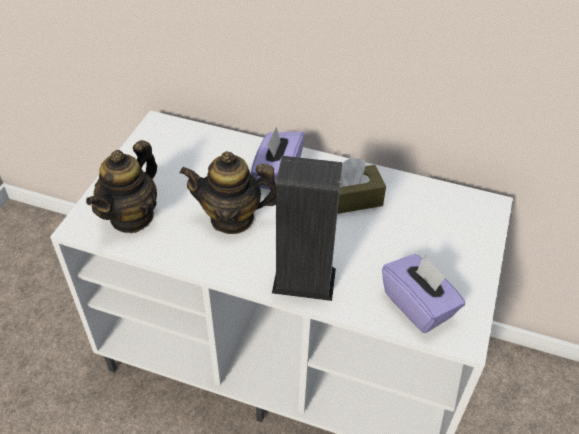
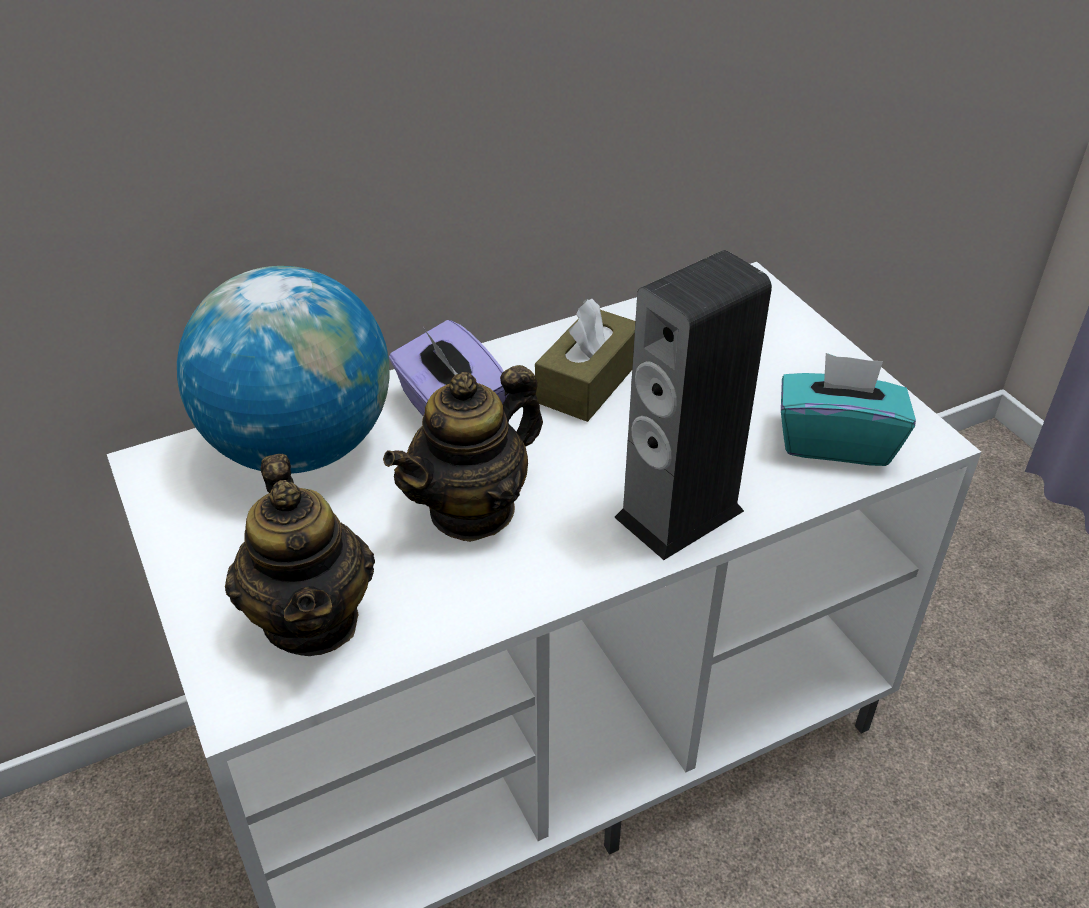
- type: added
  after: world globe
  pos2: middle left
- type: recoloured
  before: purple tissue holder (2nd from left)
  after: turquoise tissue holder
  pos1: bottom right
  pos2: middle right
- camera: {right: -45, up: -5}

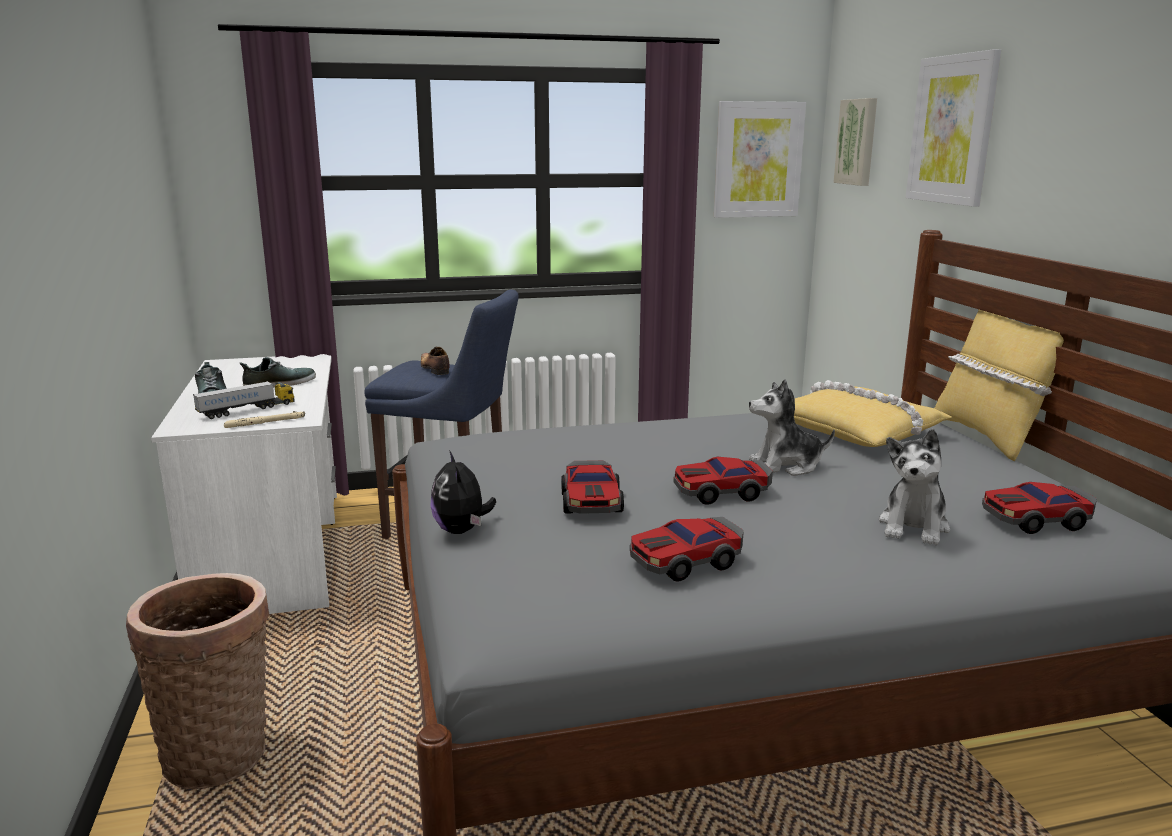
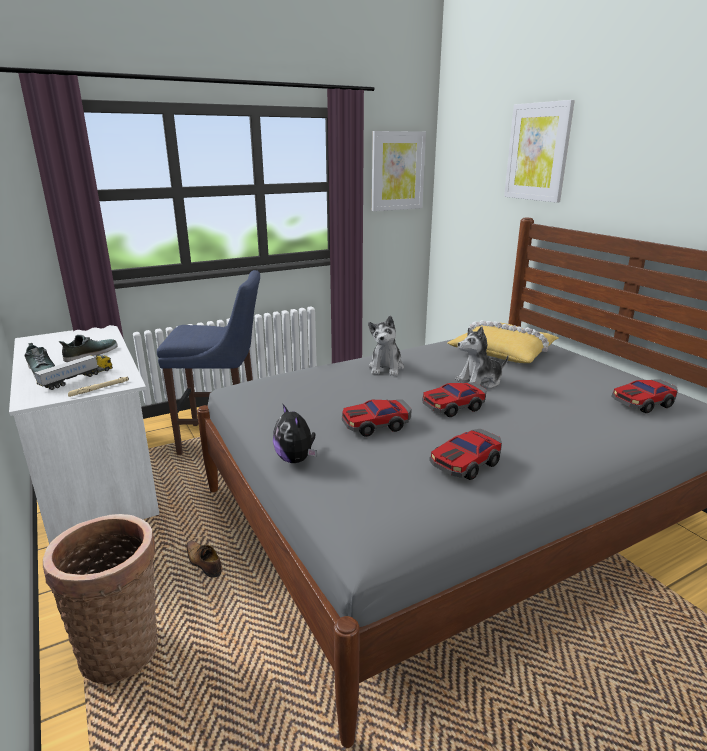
- type: moved
  before: low shoe (3rd from left)
  pos1: centre
  pos2: bottom left
- type: turned
  before: miniature car (1st from left)
  pos1: centre
  pos2: centre
  turn: 90
- type: moved
  before: plush toy (3rd from left in the first image)
  after: plush toy (2nd from left)
  pos1: middle right
  pos2: centre
- type: removed
  before: wall picture (2nd from left)
  pos1: top right
- type: removed
  before: yellow cushion (2nd from left)
  pos1: middle right
- camera: {right: -15, up: 5}

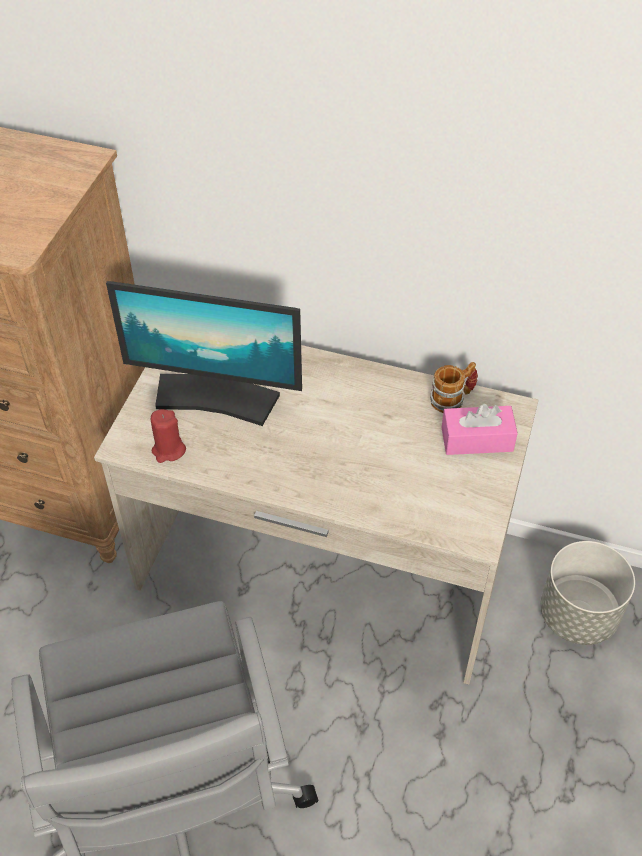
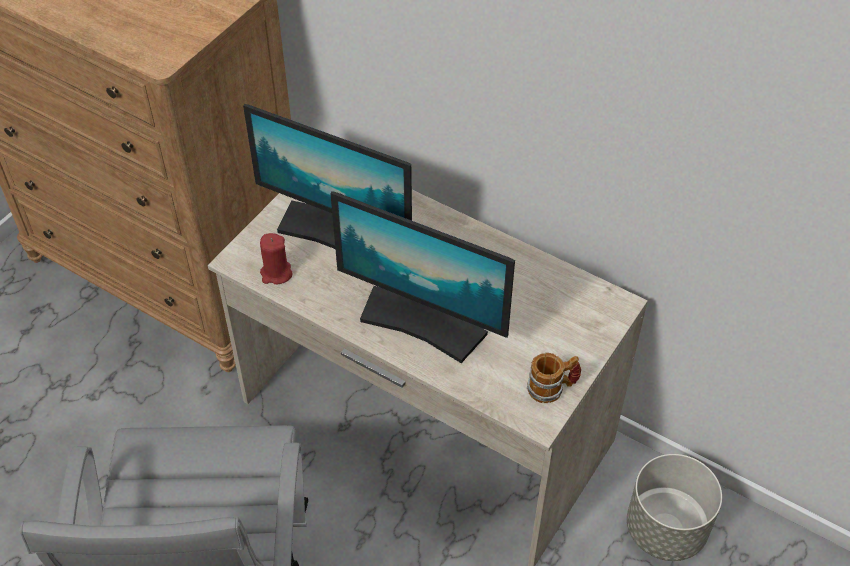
- type: added
  after: computer screen (2nd from left)
  pos2: centre
- type: moved
  before: tea mug
  pos1: middle right
  pos2: bottom centre
- type: removed
  before: pink tissue holder
  pos1: middle right
- camera: {right: 15, up: 0}

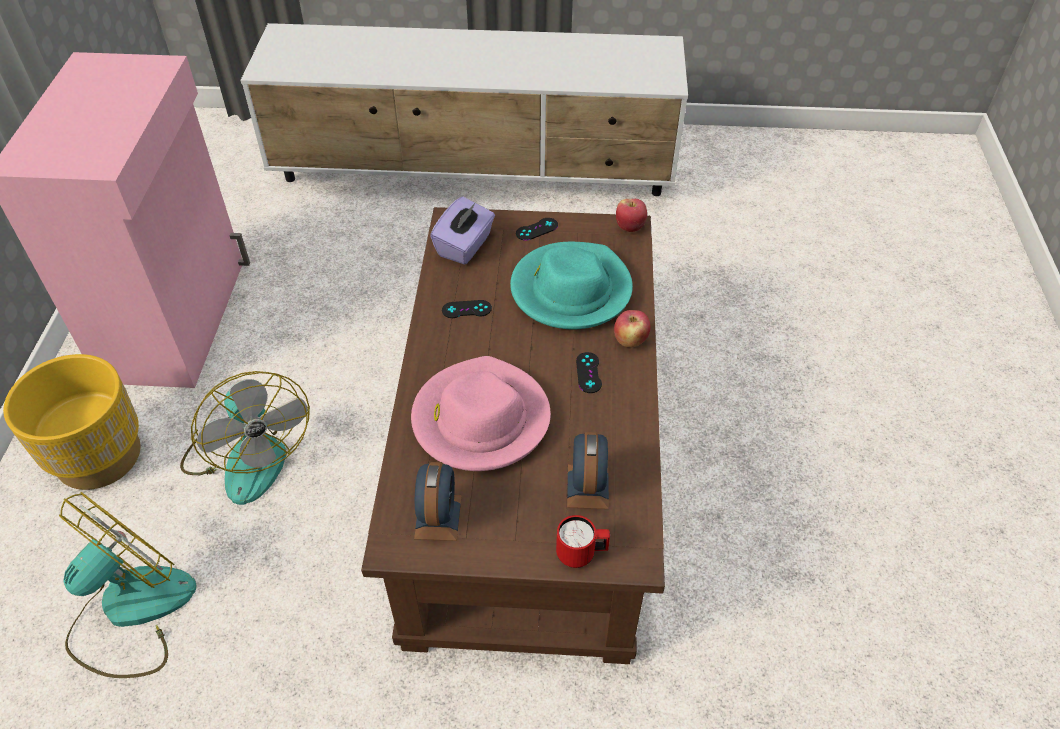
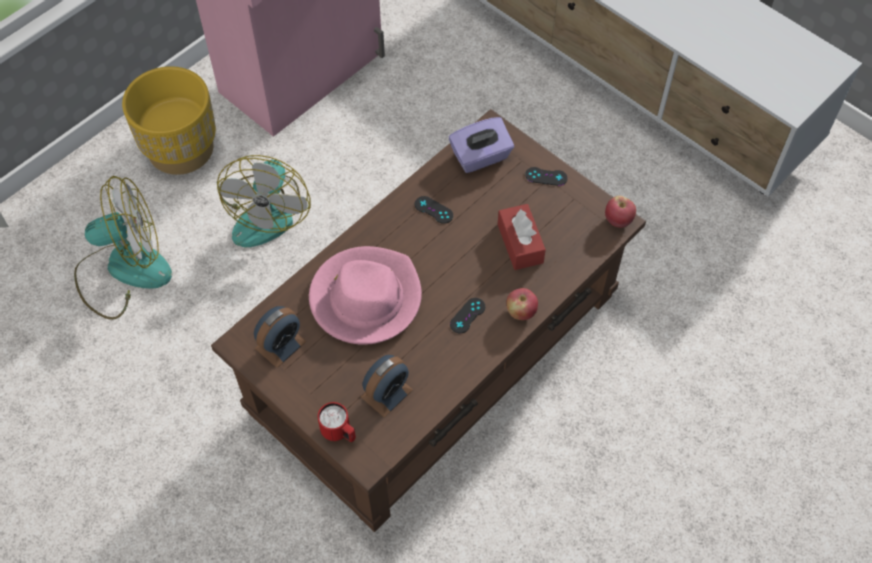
- type: replaced
  before: turquoise wearable hat
  after: reddish tissue holder
  pos1: centre
  pos2: centre
- camera: {right: 40, up: 10}

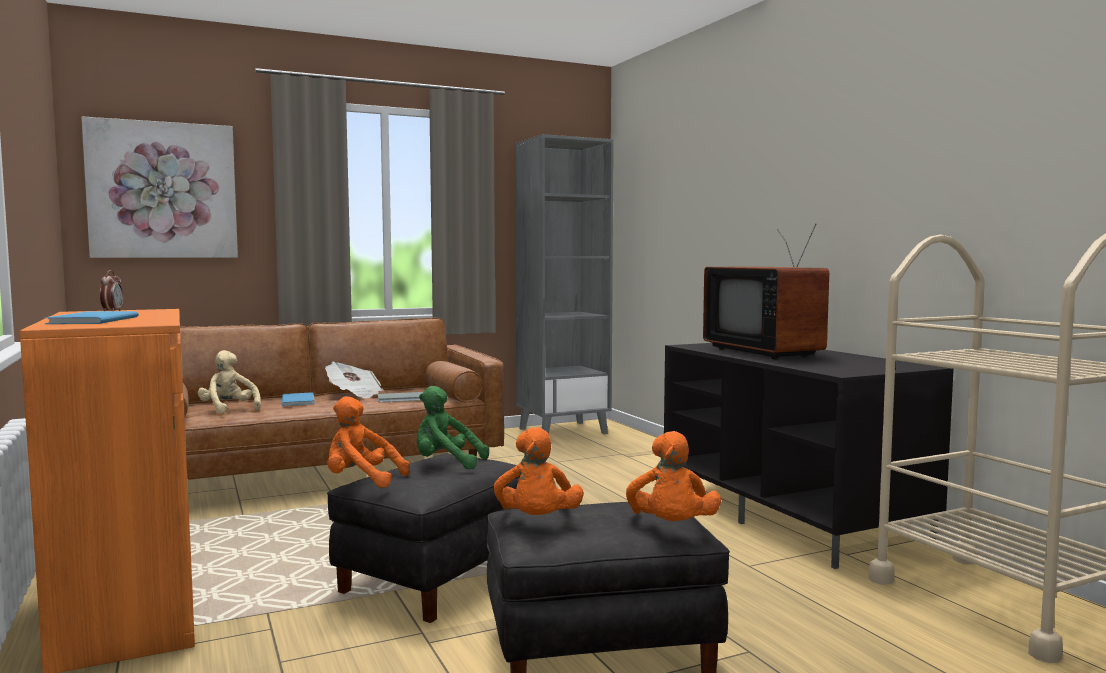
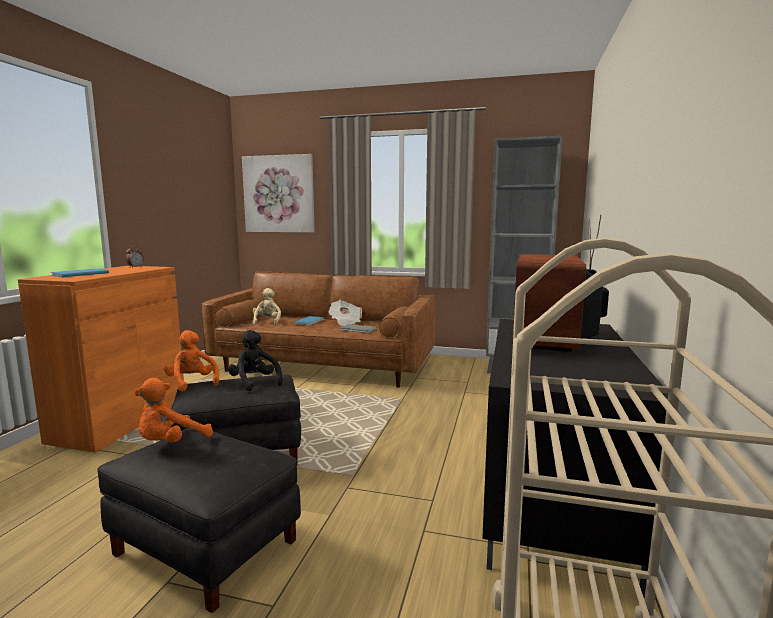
- type: recoloured
  before: greenish plush toy
  after: black-coloured plush toy
  pos1: centre
  pos2: middle left
- type: removed
  before: orange plush toy (3rd from left)
  pos1: bottom centre
- camera: {right: 40, up: 5}

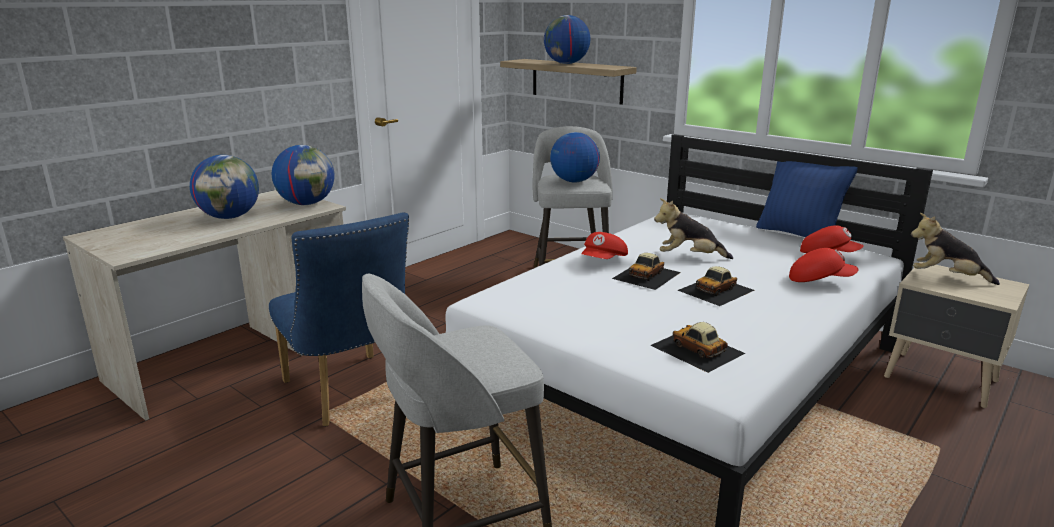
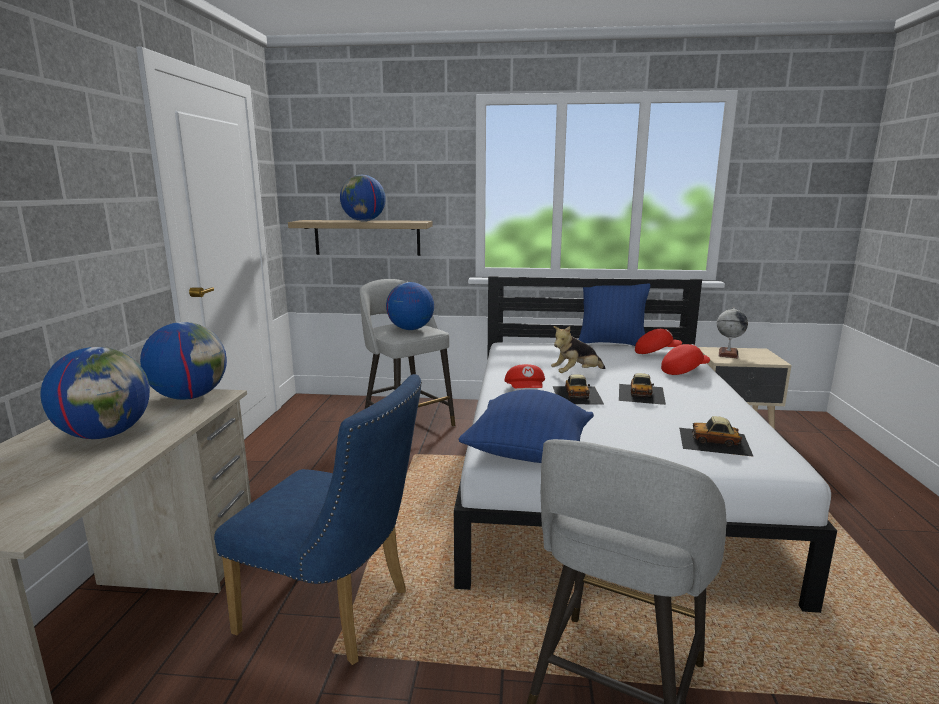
- type: added
  after: bluish cushion (1st from left)
  pos2: centre
- type: replaced
  before: plush toy (2nd from left)
  after: world globe (5th from left)
  pos1: middle right
  pos2: middle right
- camera: {right: -35, up: -5}

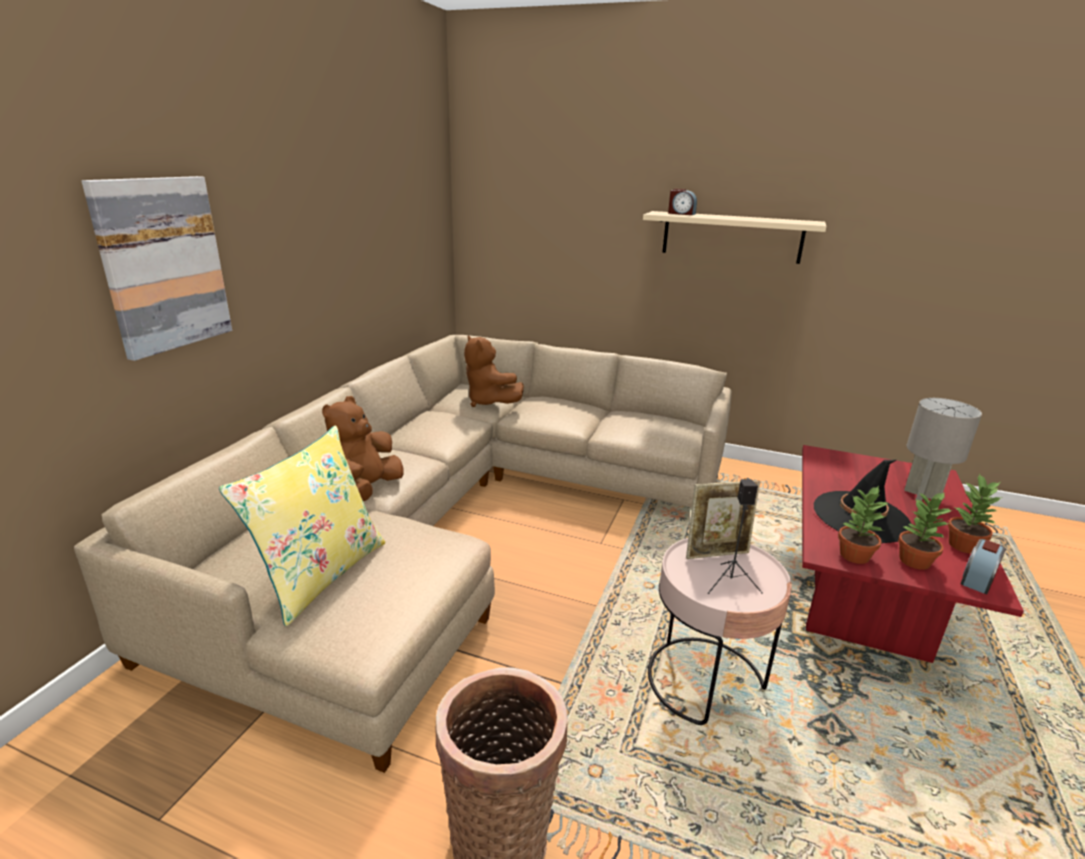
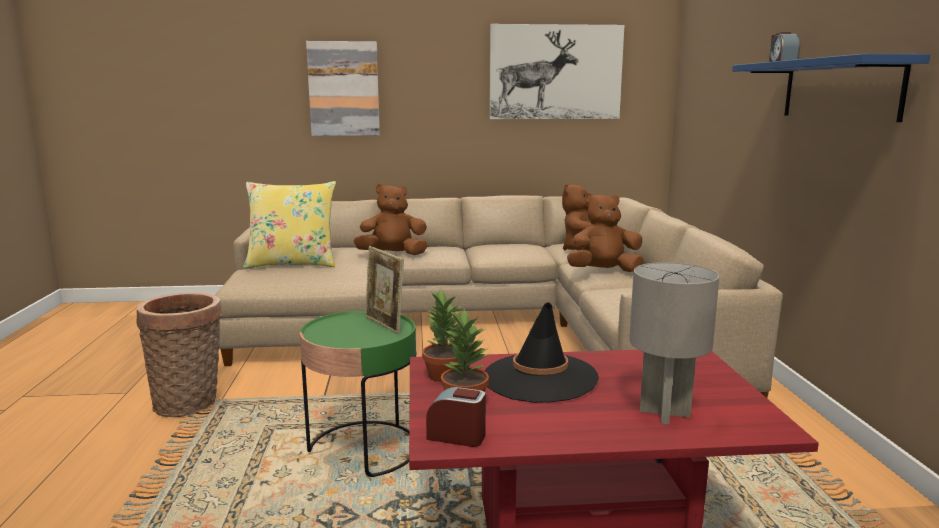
- type: recoloured
  before: pink side table
  after: greenish side table
  pos1: bottom centre
  pos2: bottom centre
- type: added
  after: wall picture (2nd from left)
  pos2: top centre
- type: added
  after: brown plush toy (3rd from left)
  pos2: centre
- type: recoloured
  before: beige-coloured wall shelf
  after: bluish wall shelf
  pos1: top right
  pos2: top right
- type: removed
  before: black-coloured audio speaker
  pos1: middle right
- type: removed
  before: potted plant (3rd from left)
  pos1: middle right
- camera: {right: 65, up: -10}

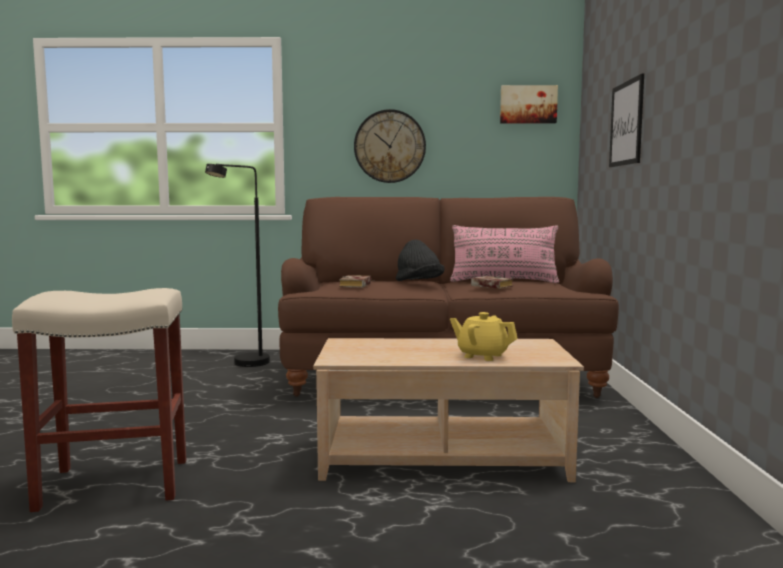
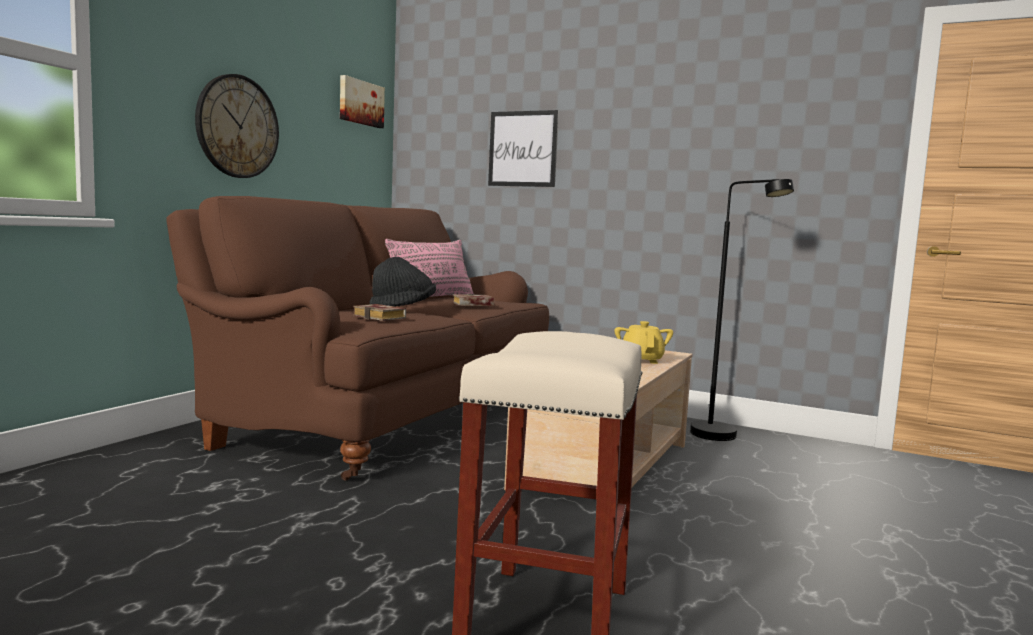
- type: turned
  before: yellow tea pot
  pos1: centre
  pos2: centre
  turn: 120
- type: moved
  before: black-coloured standing lamp
  pos1: middle left
  pos2: middle right
- camera: {right: -65, up: 0}

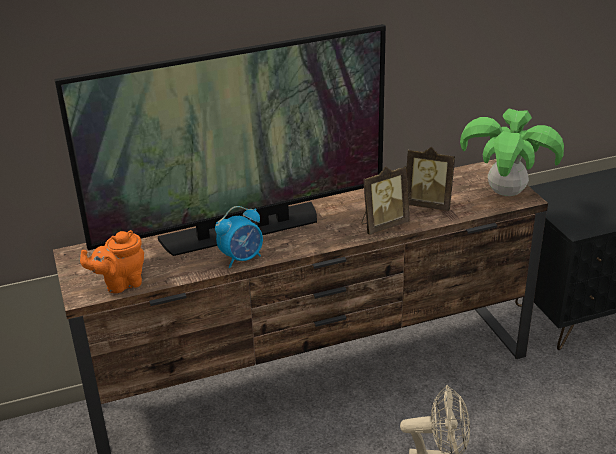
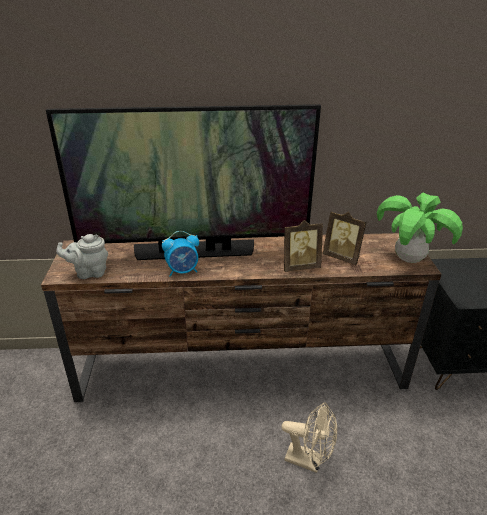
- type: recoloured
  before: orange tea pot
  after: grey tea pot
  pos1: middle left
  pos2: middle left
- camera: {right: 15, up: 0}

